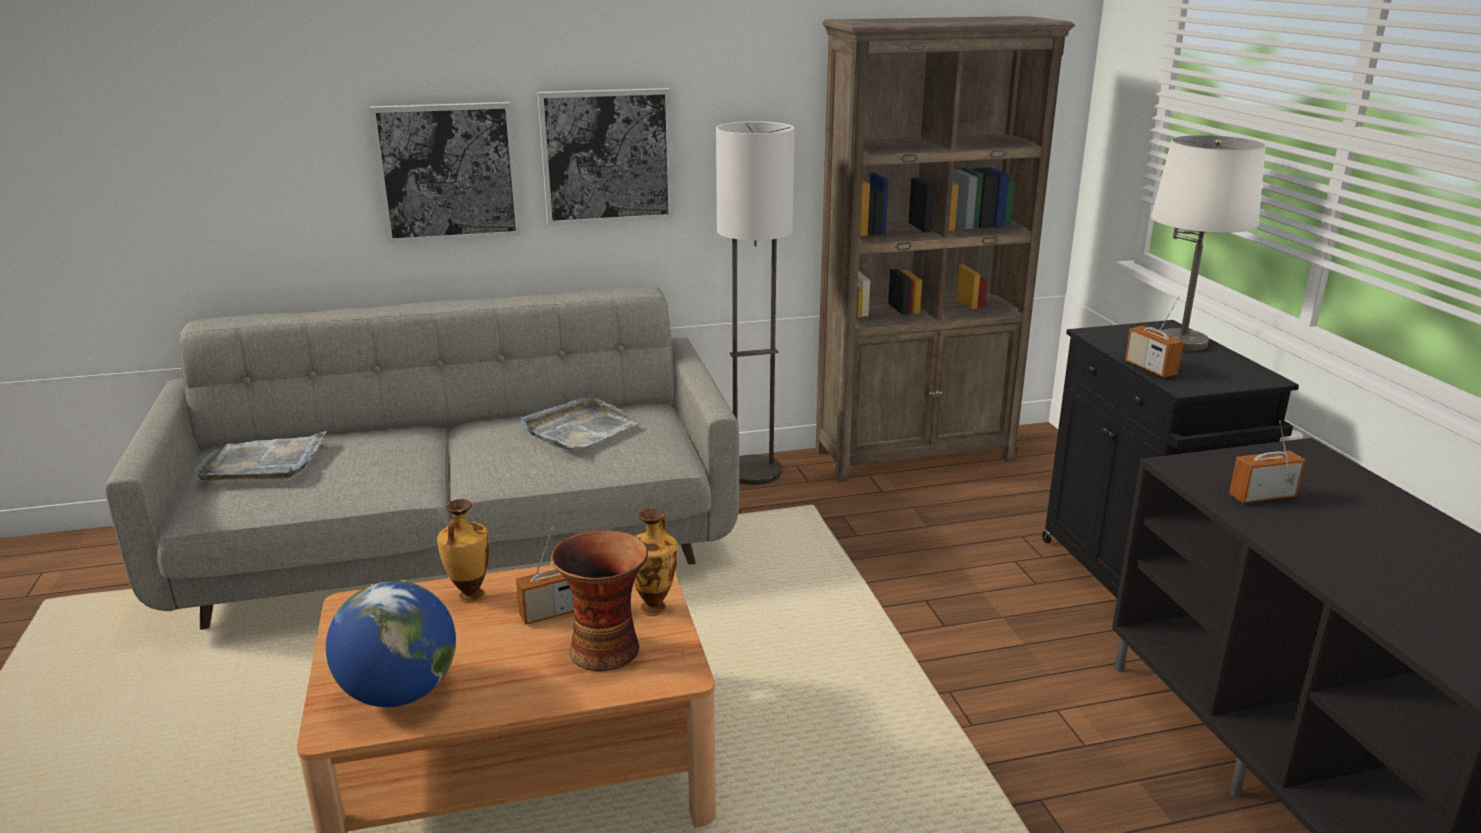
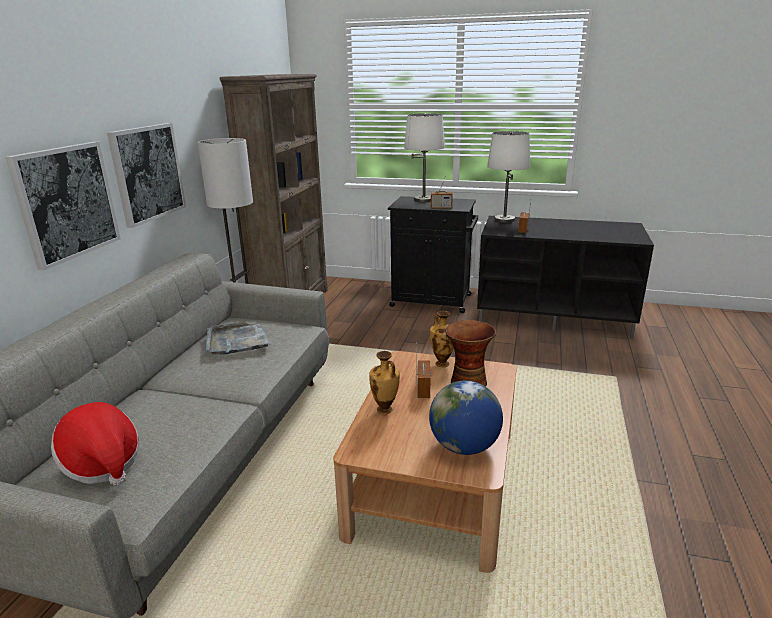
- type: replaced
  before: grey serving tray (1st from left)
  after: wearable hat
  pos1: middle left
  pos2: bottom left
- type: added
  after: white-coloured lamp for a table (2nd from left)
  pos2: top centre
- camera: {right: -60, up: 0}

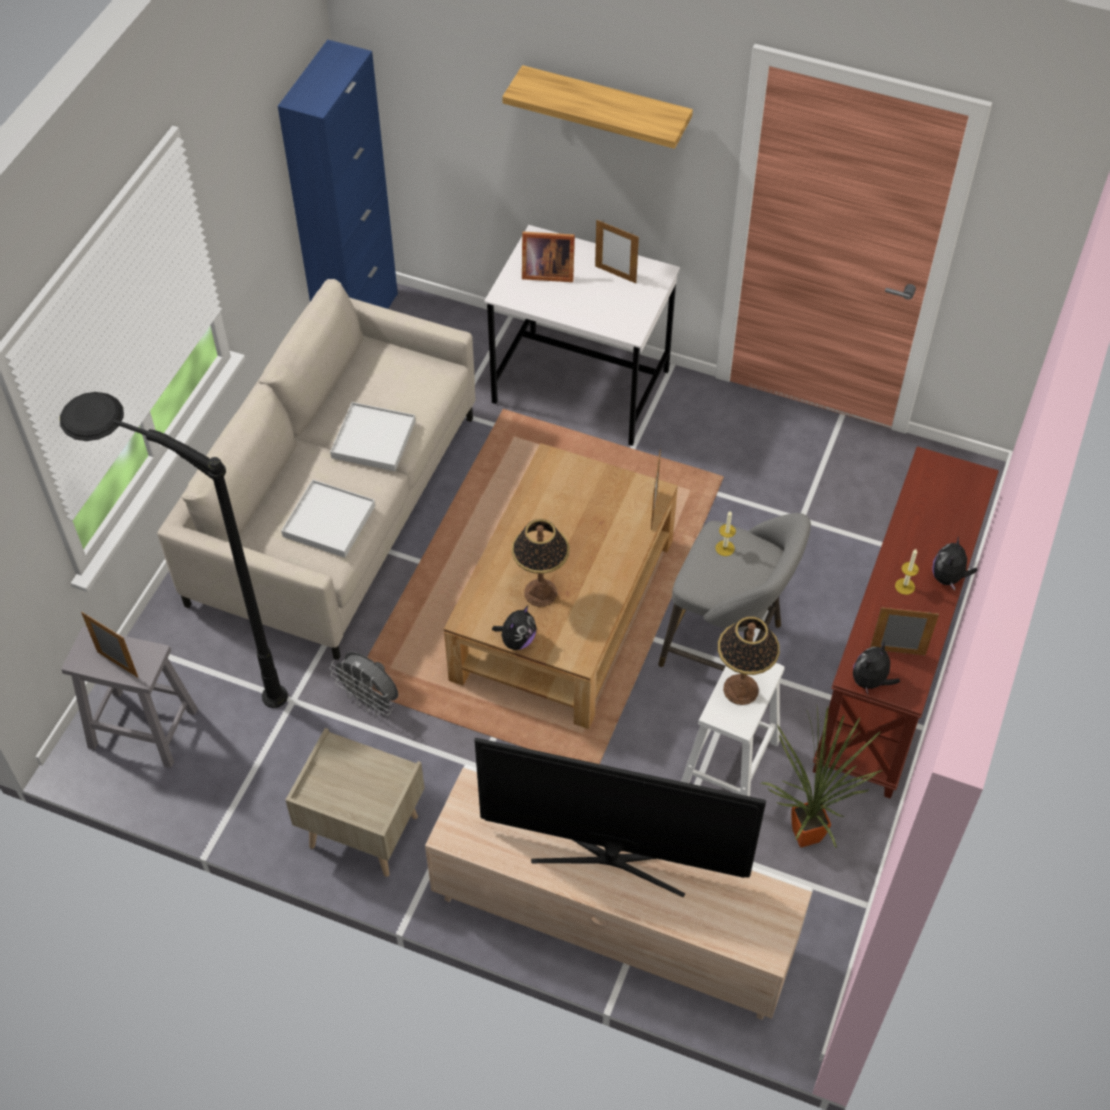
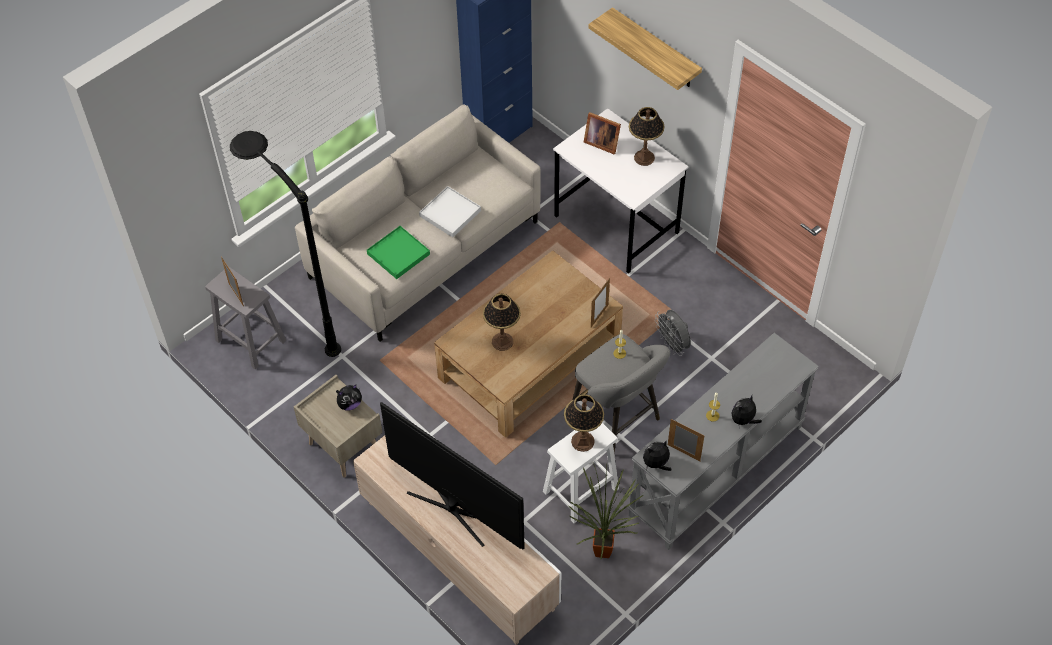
- type: moved
  before: plush toy (1st from left)
  pos1: centre
  pos2: middle left
- type: recoloured
  before: white-coloured serving tray (1st from left)
  after: greenish serving tray
  pos1: middle left
  pos2: centre
- type: recoloured
  before: brown hall table
  after: grey hall table
  pos1: middle right
  pos2: bottom right
- type: replaced
  before: picture frame (3rd from left)
  after: lamp for a table (3rd from left)
  pos1: top centre
  pos2: top centre
- type: moved
  before: grey electric fan
  pos1: middle left
  pos2: centre
- camera: {right: 25, up: 0}

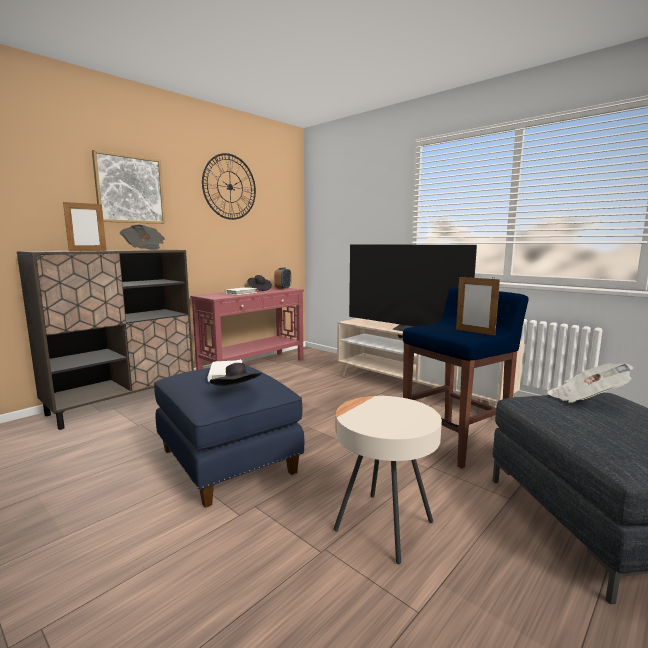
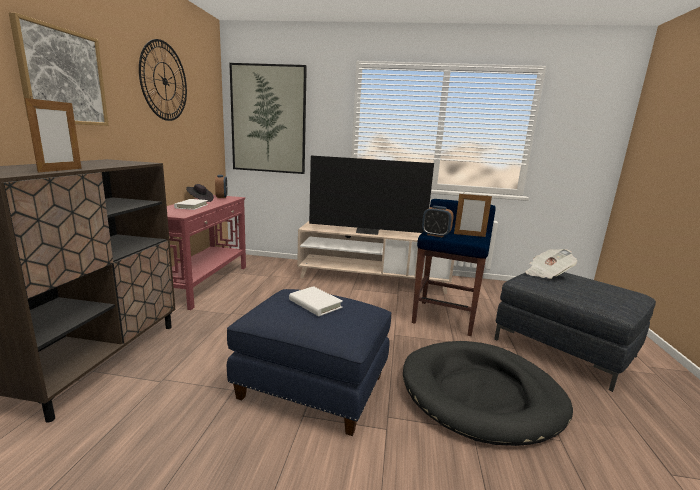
- type: added
  after: wall picture (2nd from left)
  pos2: top centre
- type: replaced
  before: beige-coloured side table
  after: black-coloured dog cushion
  pos1: bottom centre
  pos2: bottom right
- type: added
  after: table clock (2nd from left)
  pos2: centre
- type: removed
  before: newspaper (1st from left)
  pos1: middle left
- type: removed
  before: black-coloured wearable hat (1st from left)
  pos1: centre
- camera: {right: -35, up: 5}

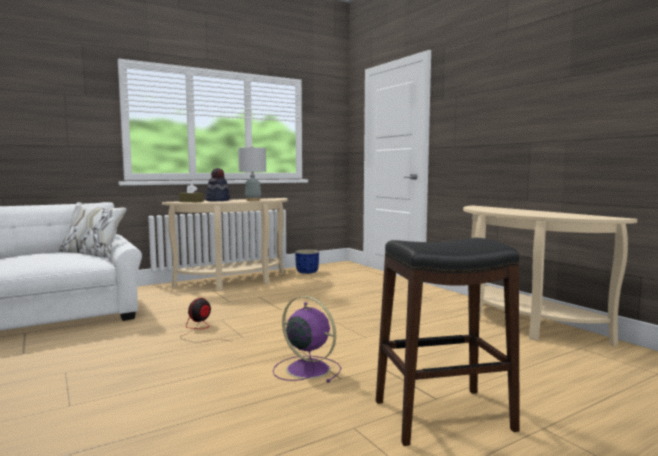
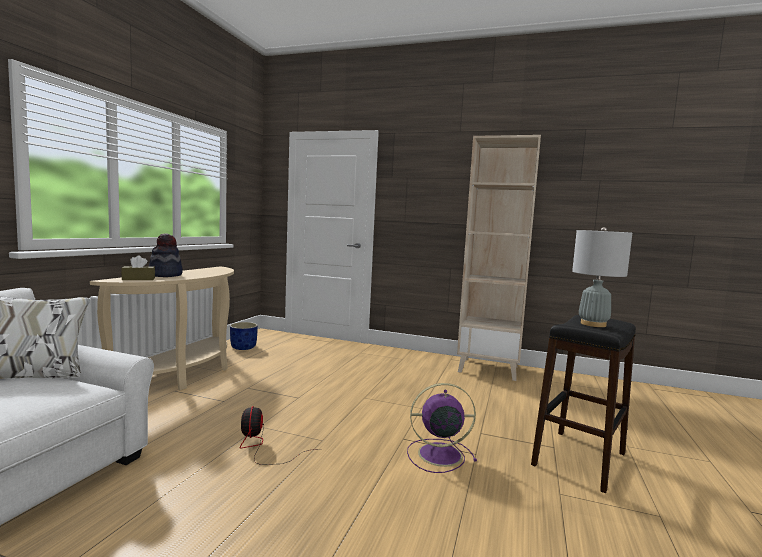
- type: replaced
  before: beige-coloured hall table (2nd from left)
  after: beige-coloured bookcase
  pos1: middle right
  pos2: centre
- type: moved
  before: grey lamp for a table
  pos1: centre
  pos2: middle right
- camera: {right: -40, up: 0}

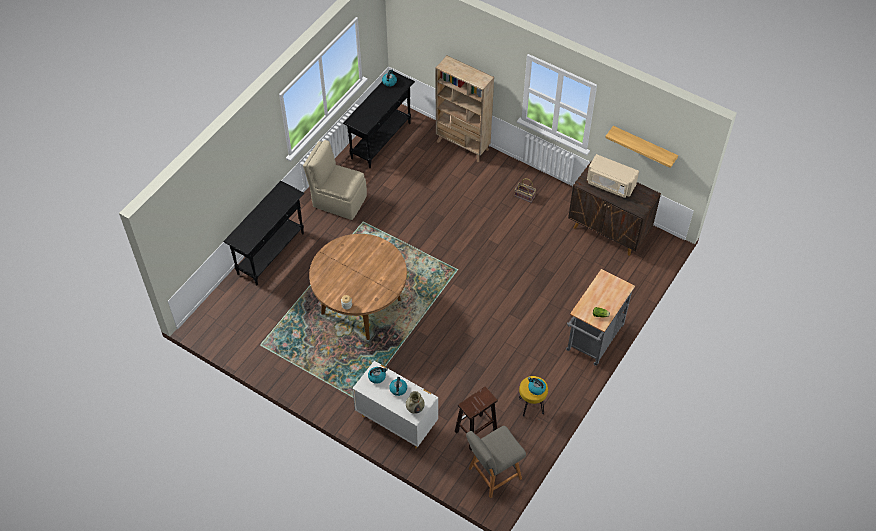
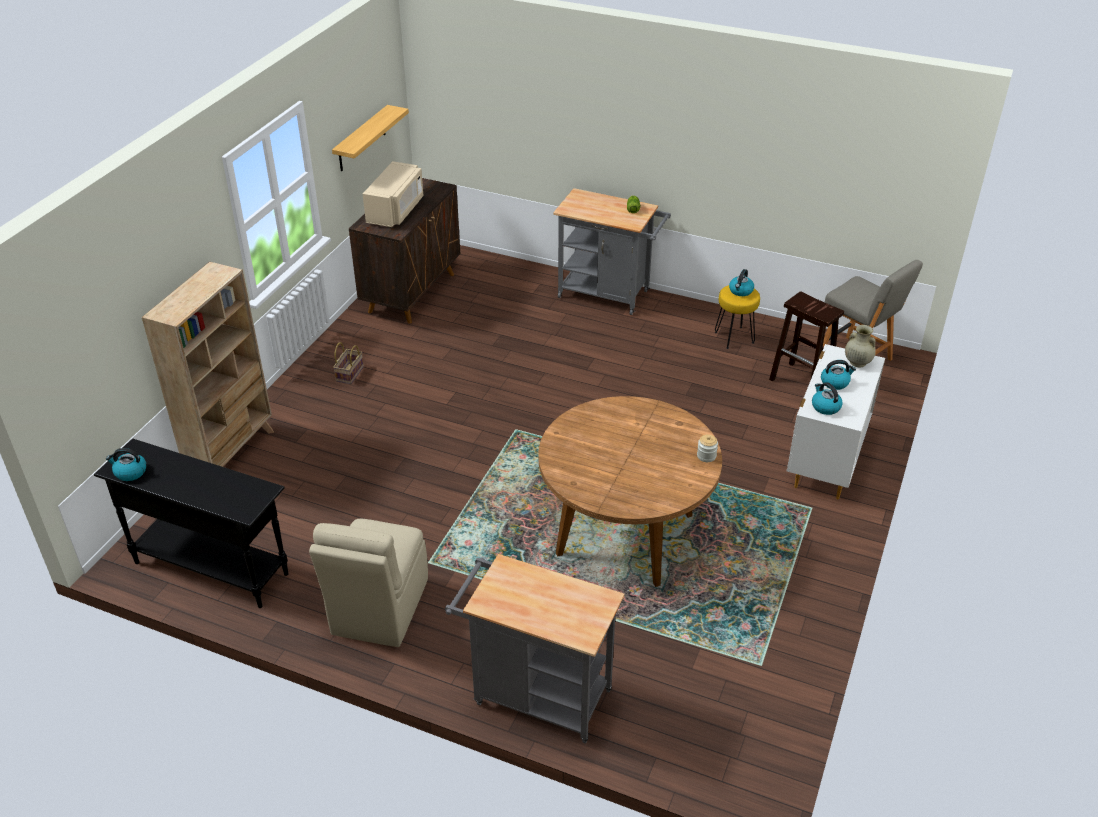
- type: replaced
  before: black-coloured hall table (1st from left)
  after: grey trolley (1st from left)
  pos1: middle left
  pos2: bottom centre
- camera: {right: -100, up: -15}

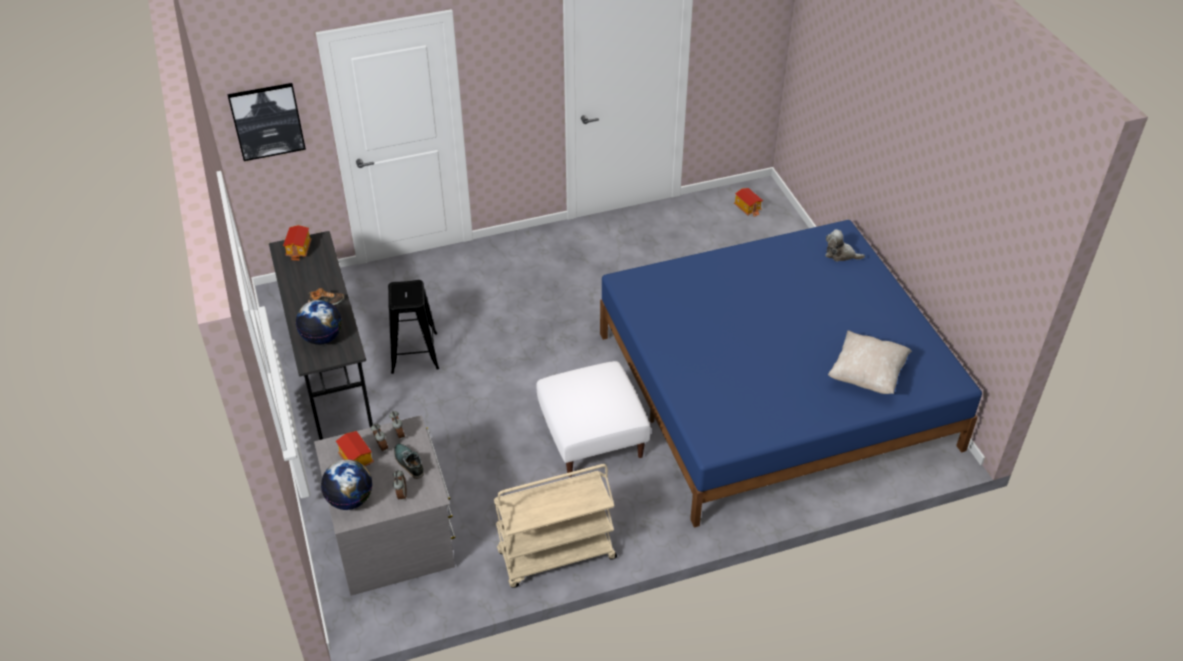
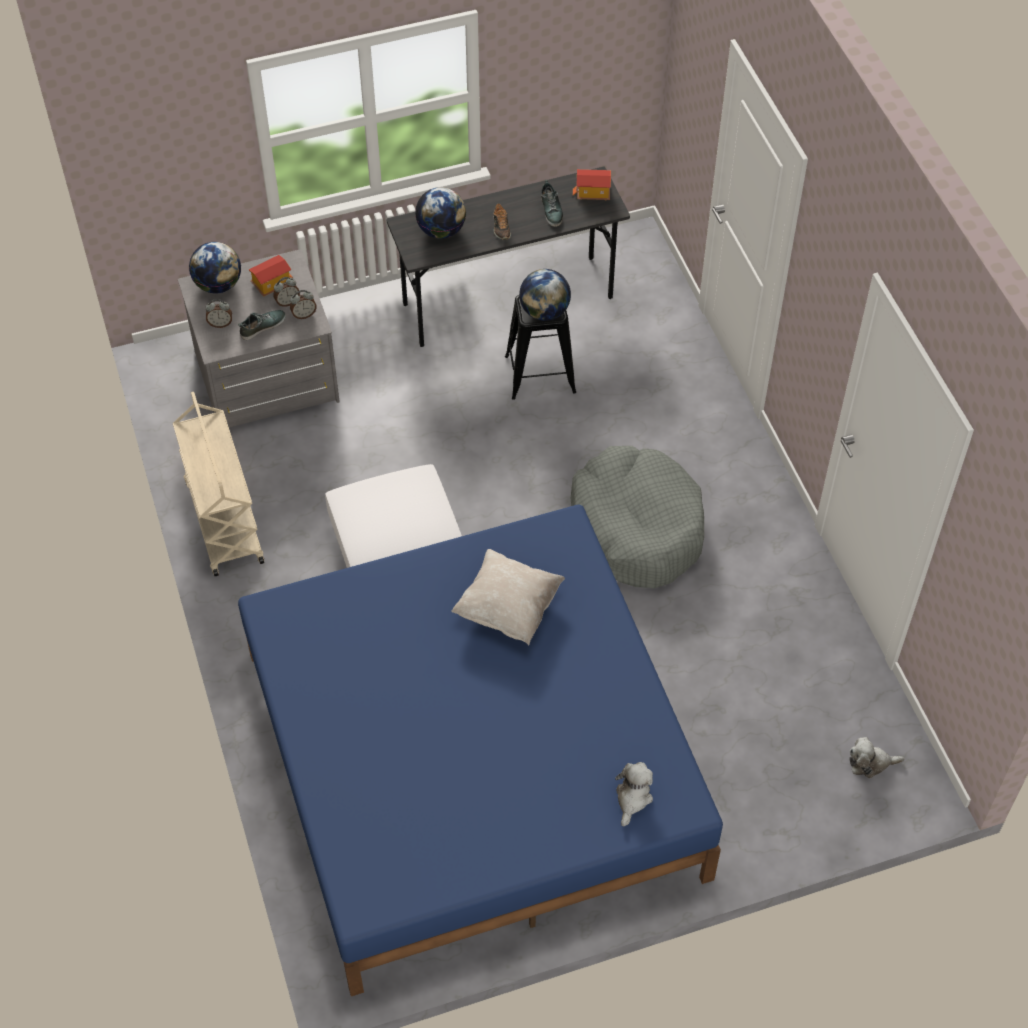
- type: moved
  before: beige-coloured cushion
  pos1: middle right
  pos2: centre
- type: added
  after: world globe (3rd from left)
  pos2: top centre
- type: added
  after: low shoe (3rd from left)
  pos2: top centre
- type: added
  after: grey dog cushion
  pos2: centre
- type: replaced
  before: toy house (3rd from left)
  after: plush toy (2nd from left)
  pos1: top centre
  pos2: bottom right
- type: removed
  before: wall picture
  pos1: top left
- camera: {right: 90, up: 10}

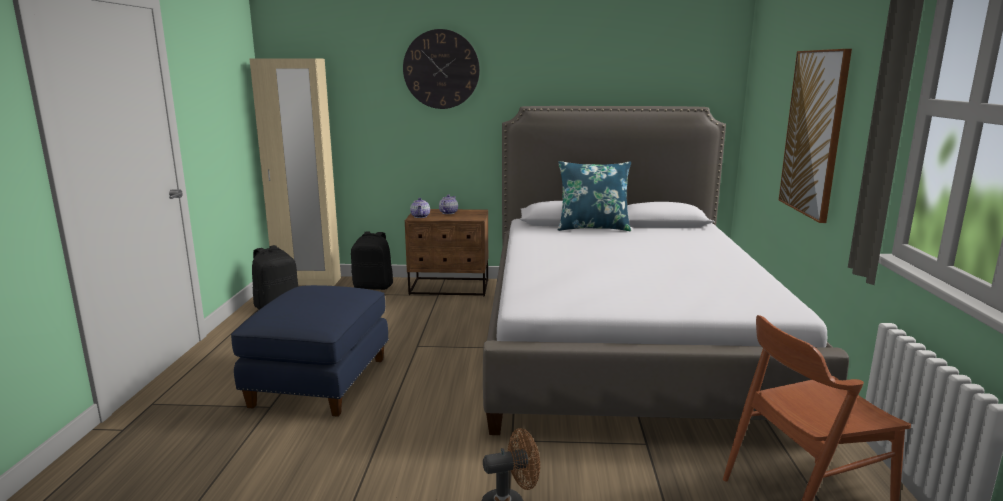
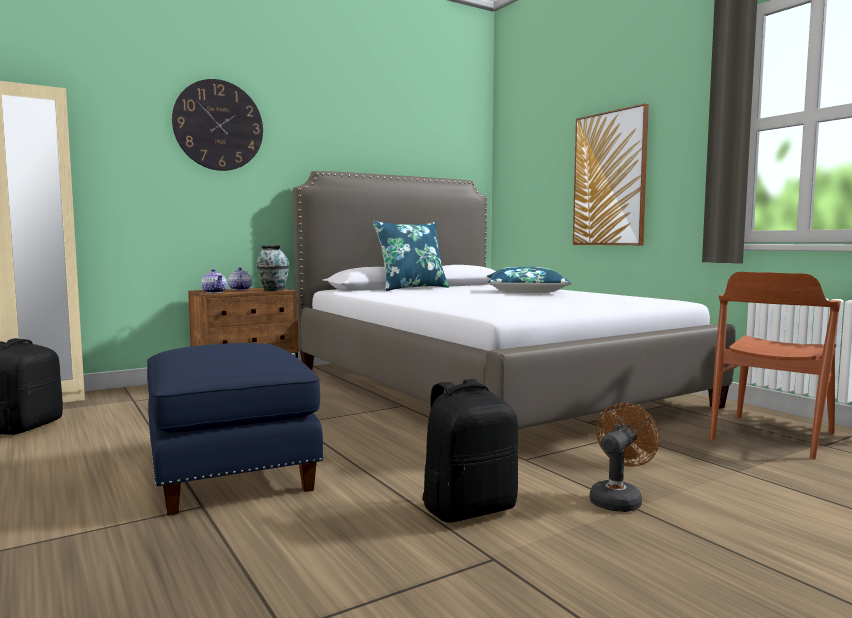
- type: added
  after: decorative vase
  pos2: middle left
- type: moved
  before: black-coloured knapsack (2nd from left)
  pos1: centre
  pos2: bottom centre
- type: added
  after: bluish cushion (2nd from left)
  pos2: centre
- camera: {right: -35, up: -10}

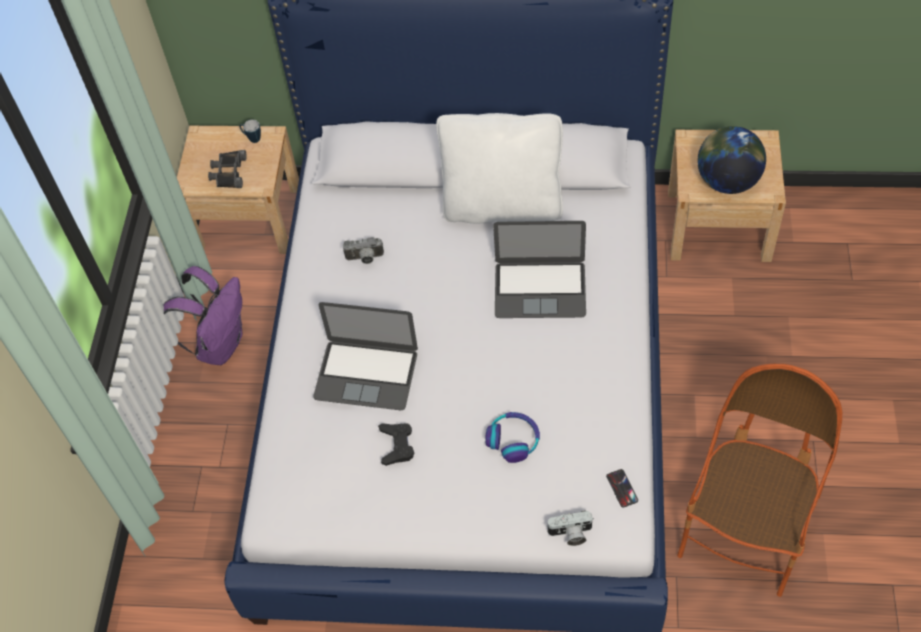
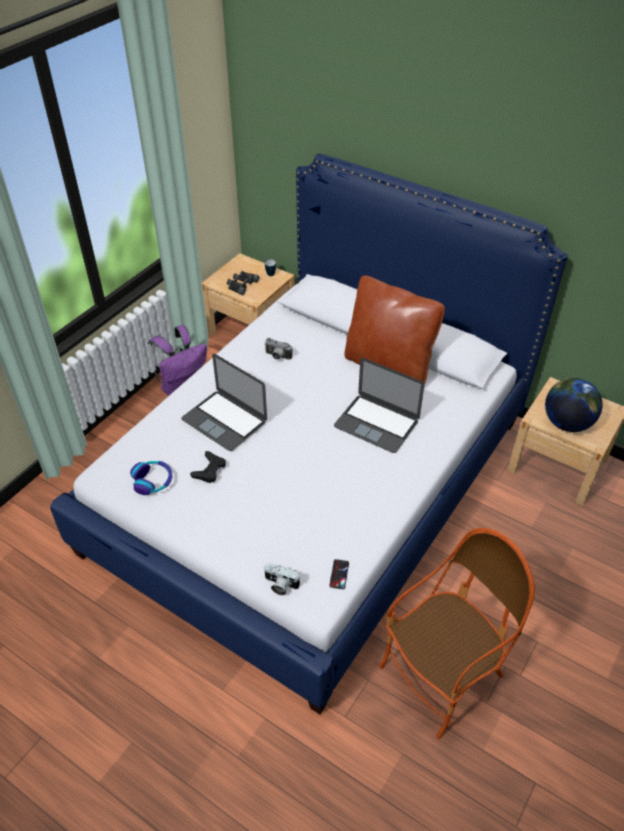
- type: moved
  before: headset
  pos1: bottom centre
  pos2: middle left
- type: recoloured
  before: white-coloured cushion
  after: brown cushion
  pos1: top centre
  pos2: centre
- camera: {right: 25, up: -10}

